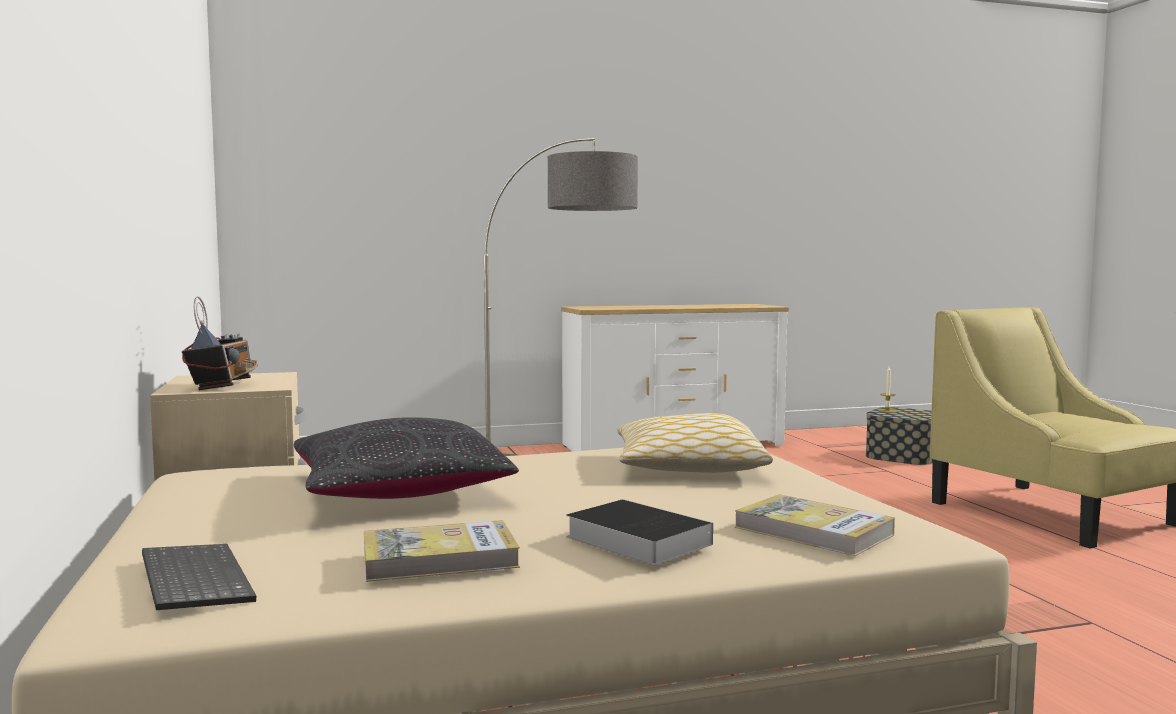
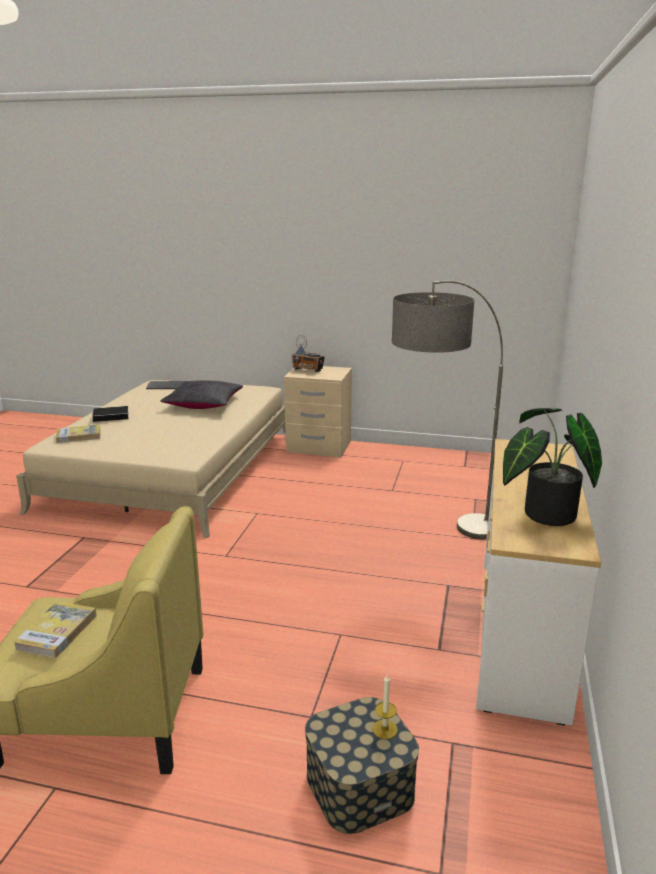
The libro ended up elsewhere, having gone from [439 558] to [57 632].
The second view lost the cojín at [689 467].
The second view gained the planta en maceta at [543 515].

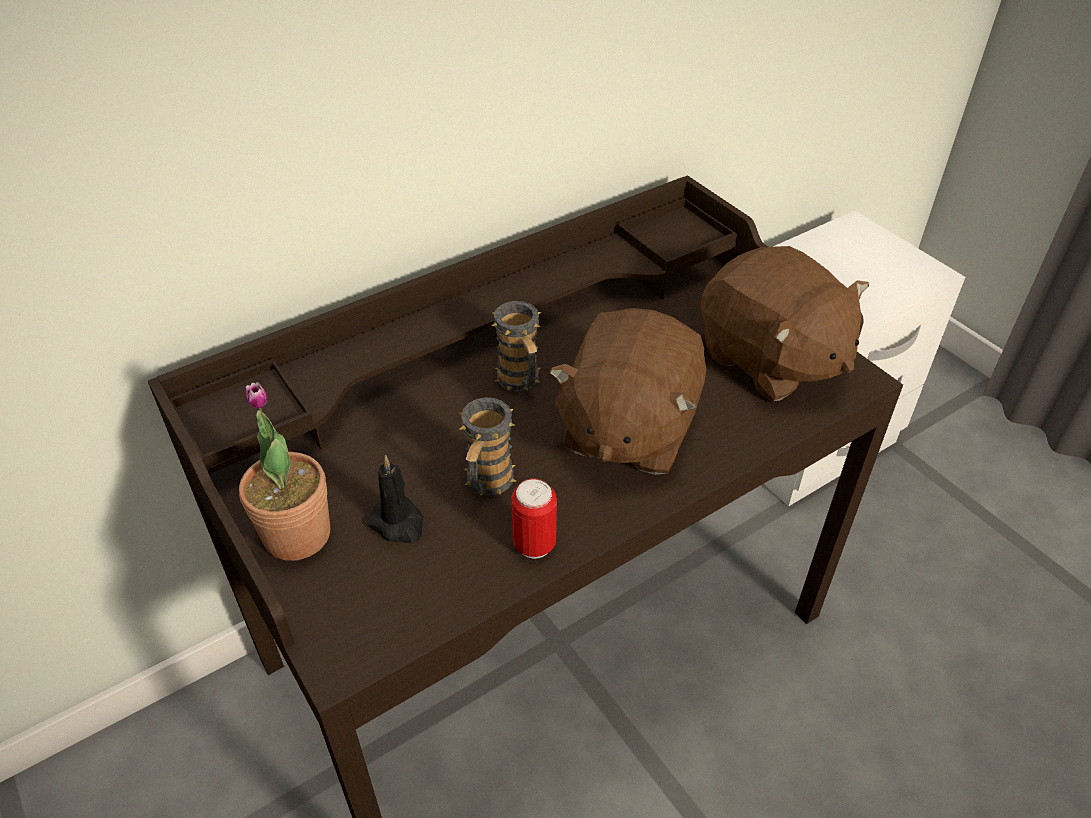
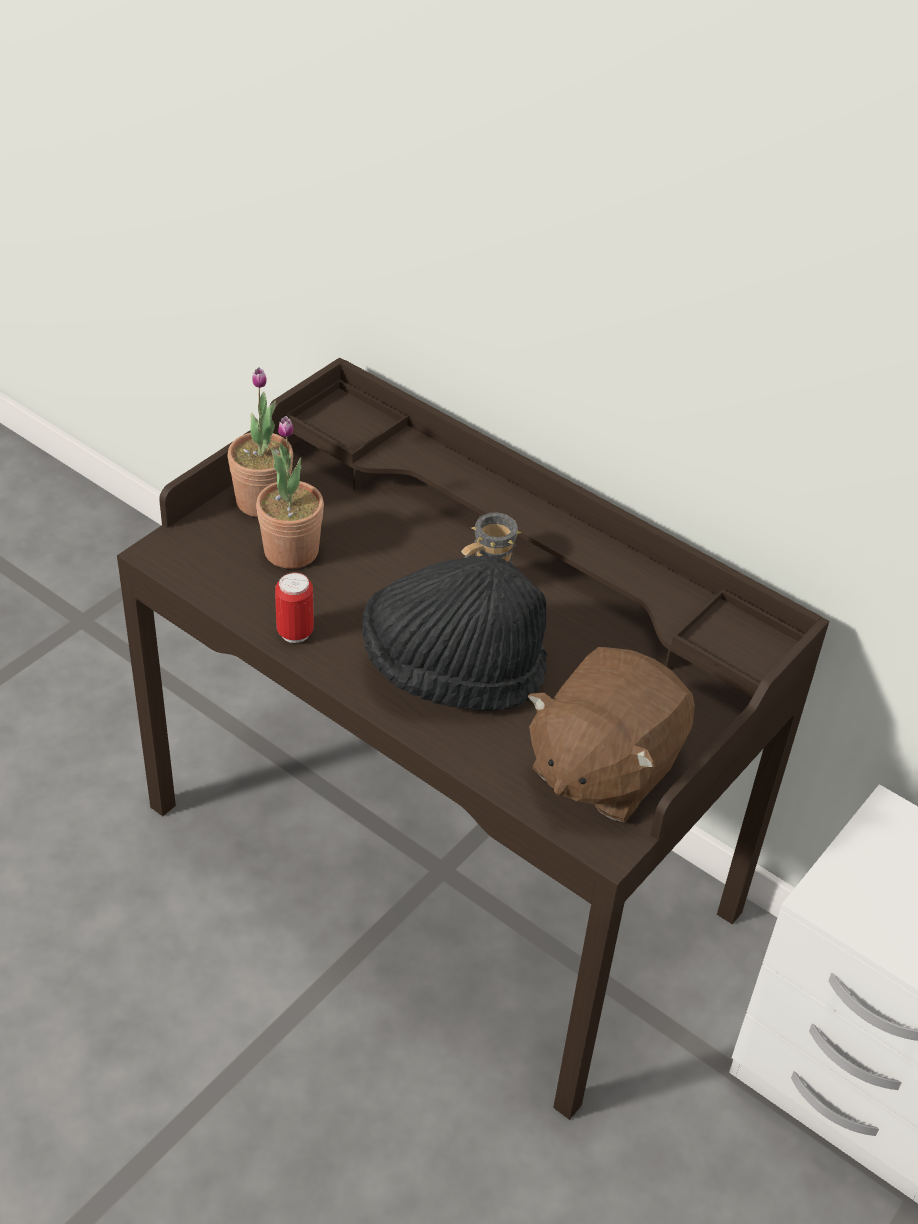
Where the vela [negro] stood at [398 523], the planta en maceta came to stand at [291 551].
The second view lost the taza grande at [487 484].
Where the peluche [marrón] stood at [627 429], the sombrero [negro] came to stand at [452 669].

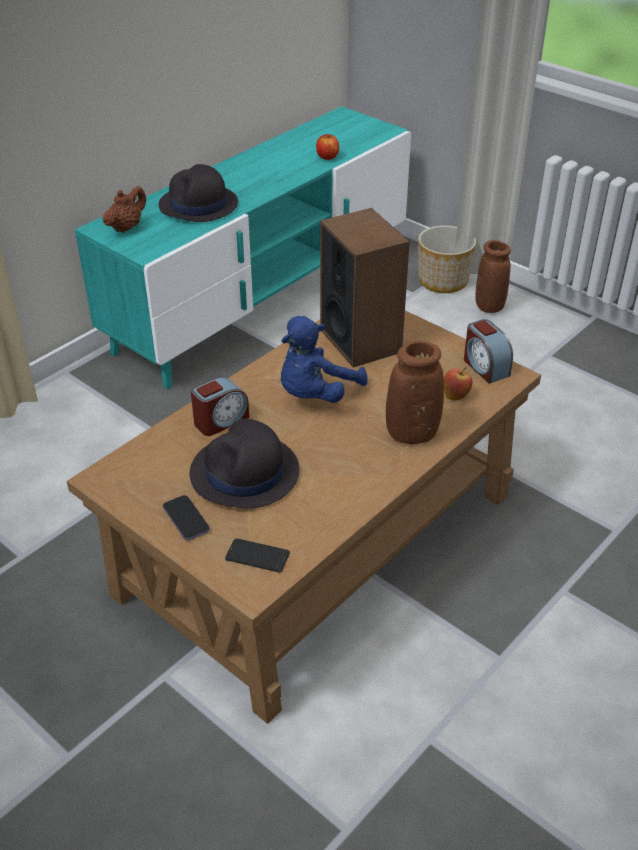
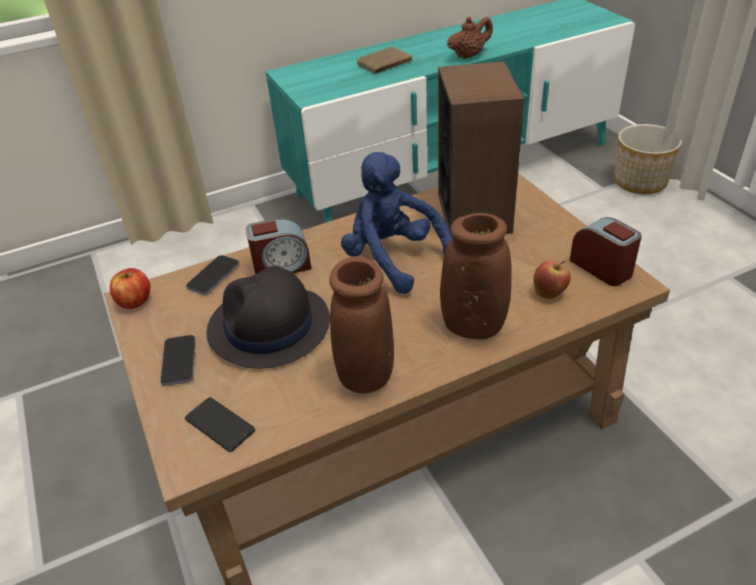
The tetera [marrón] ended up elsewhere, having gone from [126 227] to [469 55].
Where the sombrero [negro] stood at [198 205], the libro [marrón] came to stand at [385 64].
The peluche [azul] at [315 394] ended up facing another way, 75 degrees clockwise from before.
The manzana ended up elsewhere, having gone from [327 157] to [134 301].
The despertador at [485 367] ended up facing another way, 150 degrees clockwise from before.
The florero [marrón] ended up elsewhere, having gone from [489 306] to [366 375].
The second view gained the móvil at [214 276].

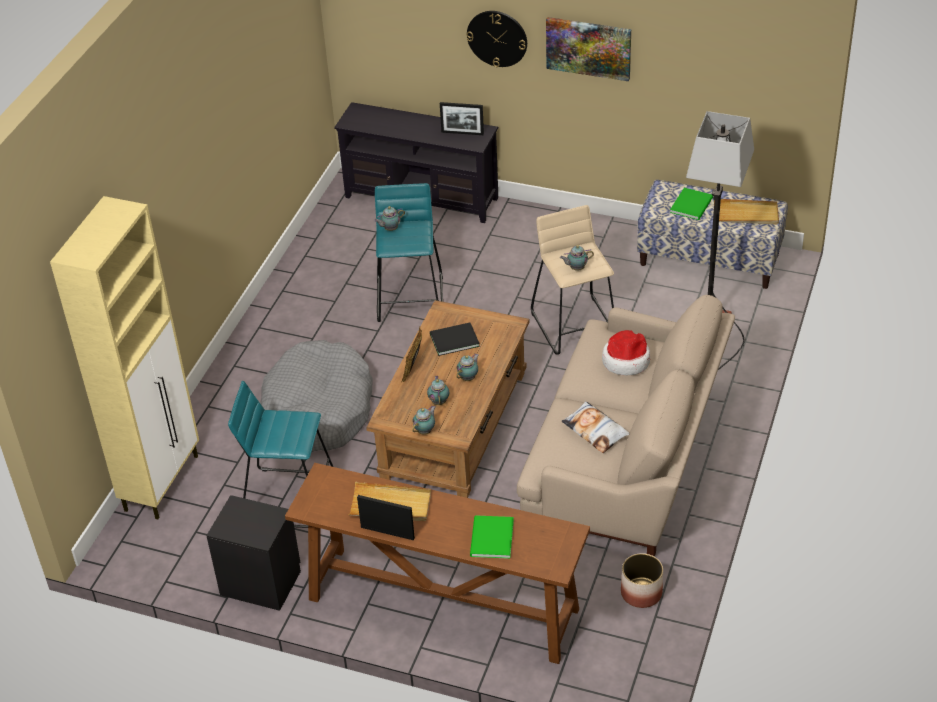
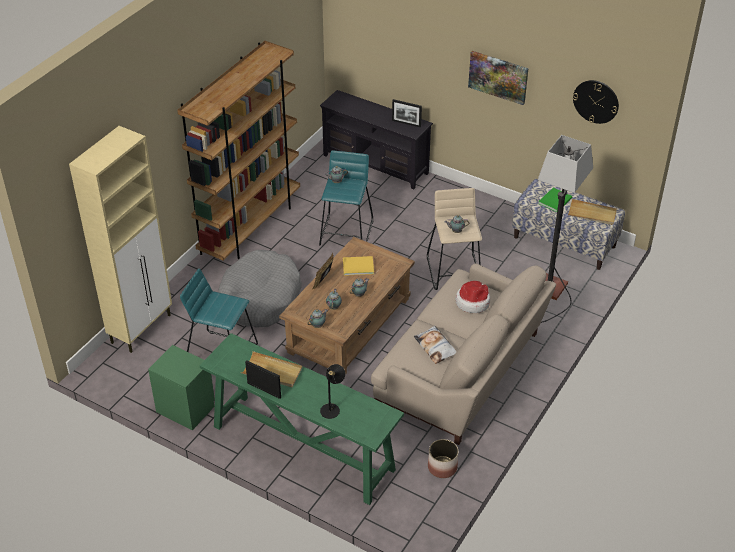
What was the mesita de noche [negro] at [261 582] turned into the mesita de noche [verde] at [185 409].
What was the mesa consola [marrón] at [441 604] turned into the mesa consola [verde] at [302 447].
What was the libro [negro] at [452 339] turned into the libro [amarillo] at [357 266].
The reloj de pared ended up elsewhere, having gone from [497 38] to [596 101].
Where the libro [verde] stood at [490 539], the lámpara de mesa [negro] came to stand at [332 408].
The second view gained the estantería [marrón] at [250 226].

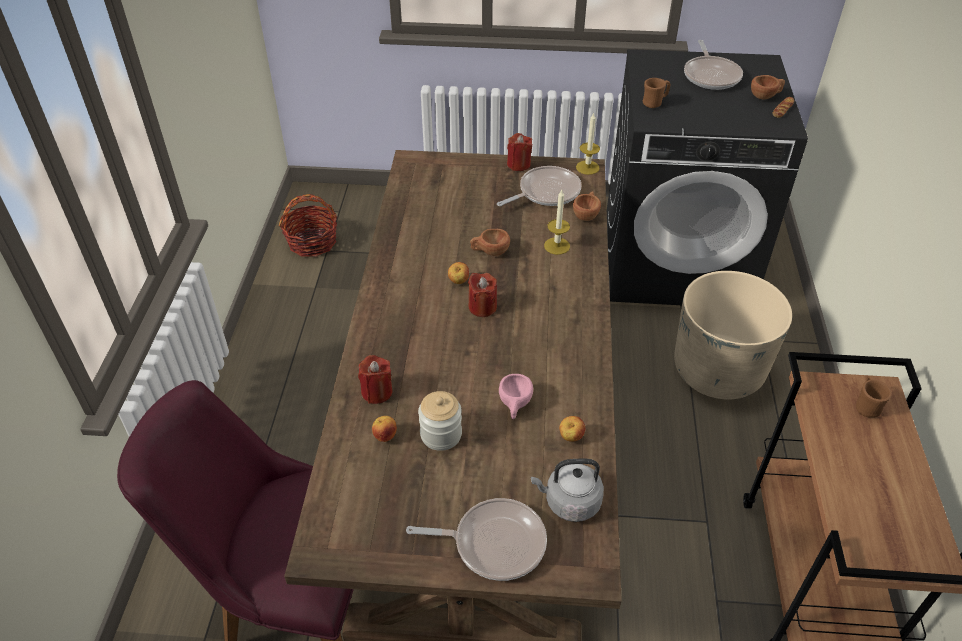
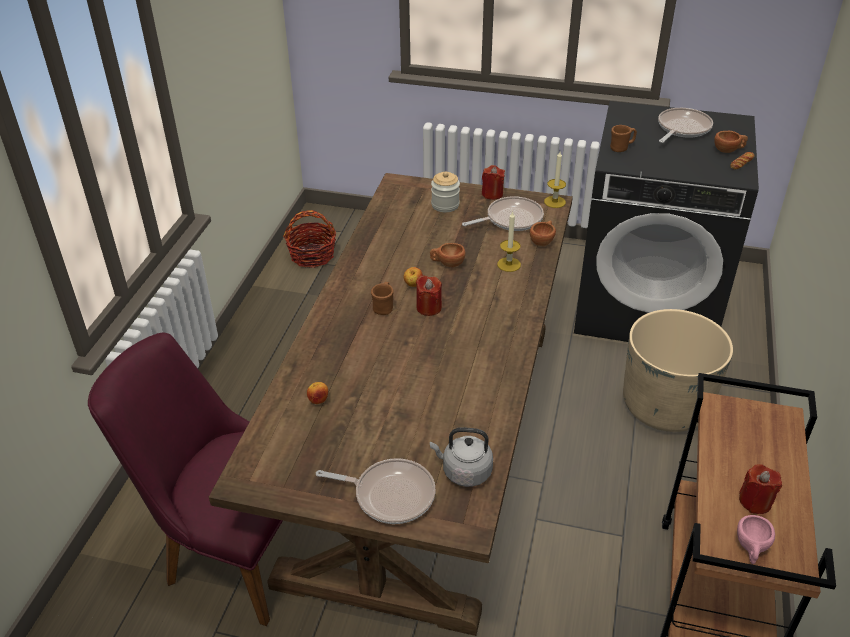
The vela [rojo] ended up elsewhere, having gone from [377 392] to [755 501].
The tarro ended up elsewhere, having gone from [441 434] to [445 205].
The taza [rosa] ended up elsewhere, having gone from [515 405] to [751 548].
The second view lost the manzana at [571 437].
The sartén at [711 75] ended up facing another way, 150 degrees counterclockwise from before.
The taza grande [marrón] ended up elsewhere, having gone from [866 406] to [384 307].

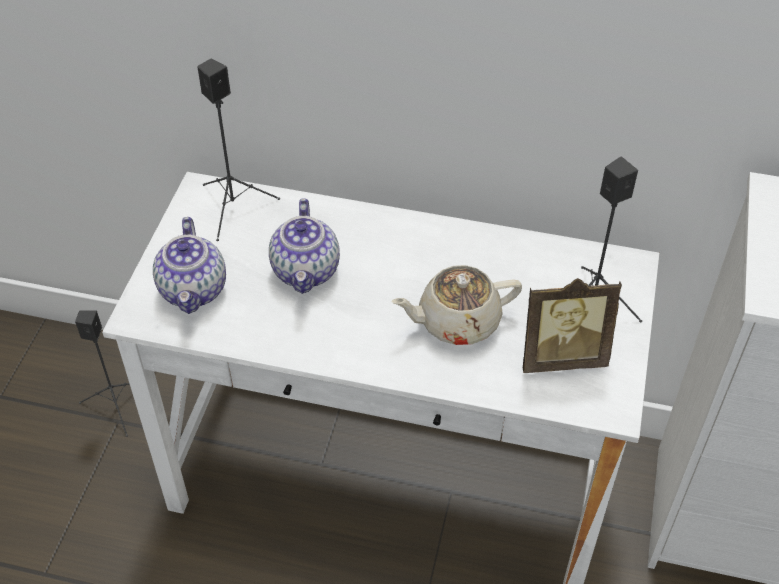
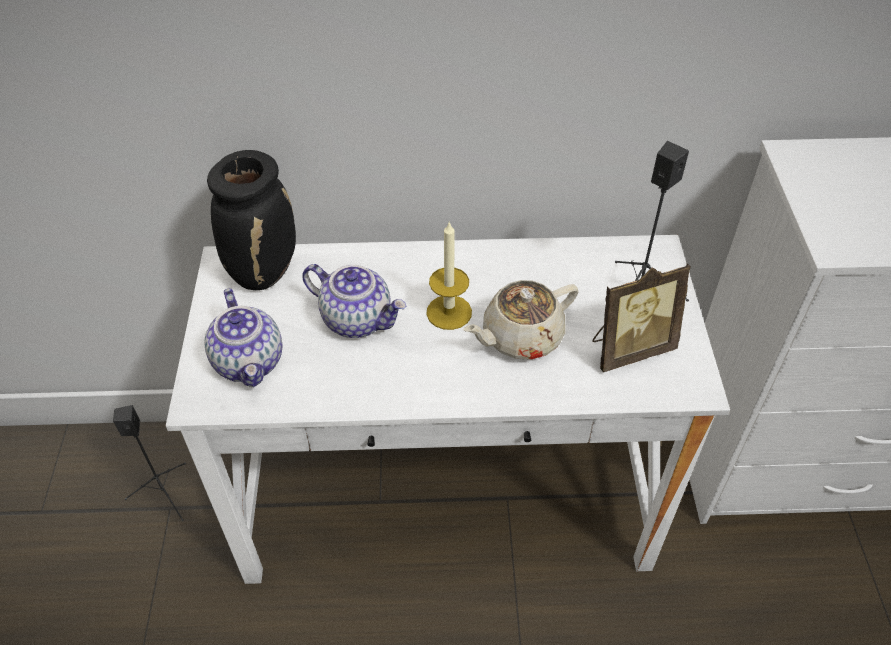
Where the altavoz [negro] stood at [234 207], the florero [negro] came to stand at [264 271].
The tetera at [306 271] ended up facing another way, 45 degrees counterclockwise from before.
The second view gained the vela at [449 312].

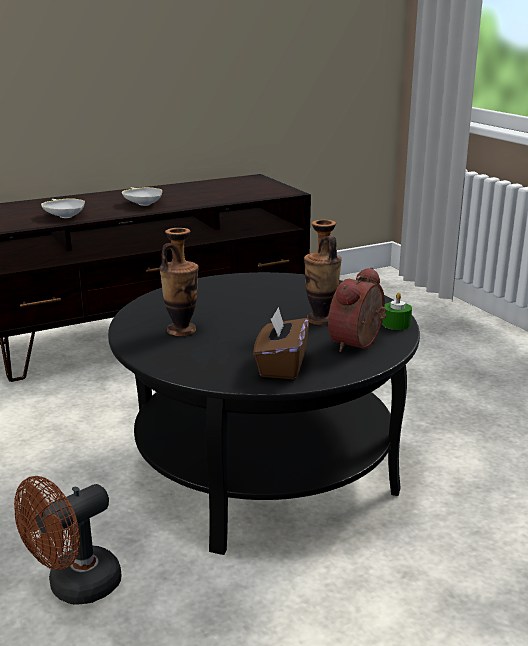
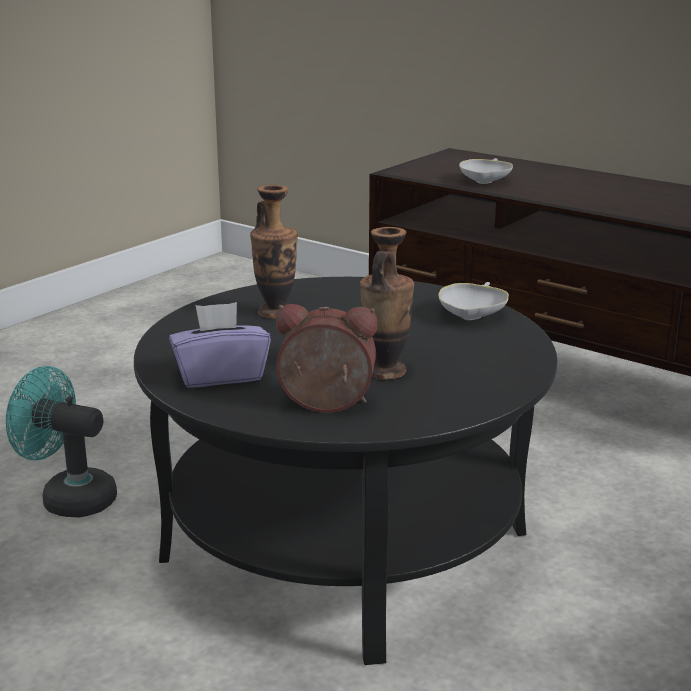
What was the ventilador [marrón] at [75 588] turned into the ventilador [turquesa] at [69 498].
The cuenco [blanco] ended up elsewhere, having gone from [143 203] to [472 315].
What was the caja de pañuelos [marrón] at [281 366] turned into the caja de pañuelos [morado] at [220 375].
The second view lost the vela [verde] at [396 324].

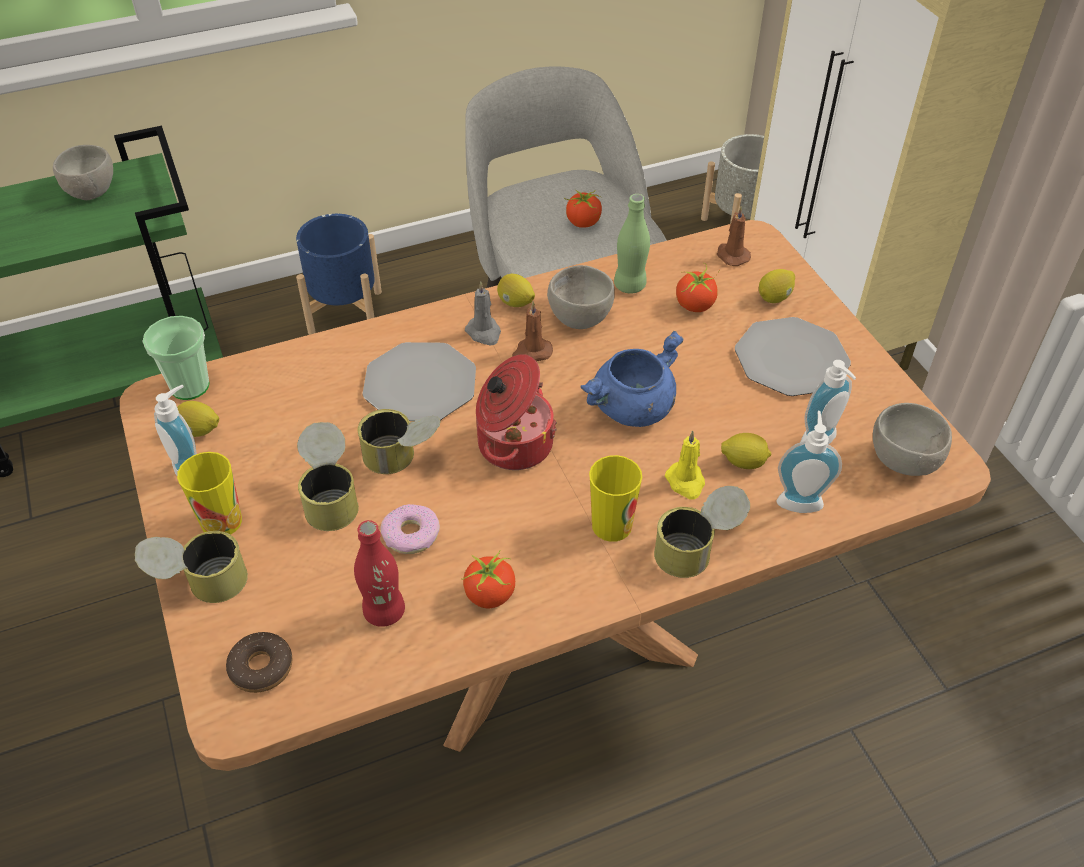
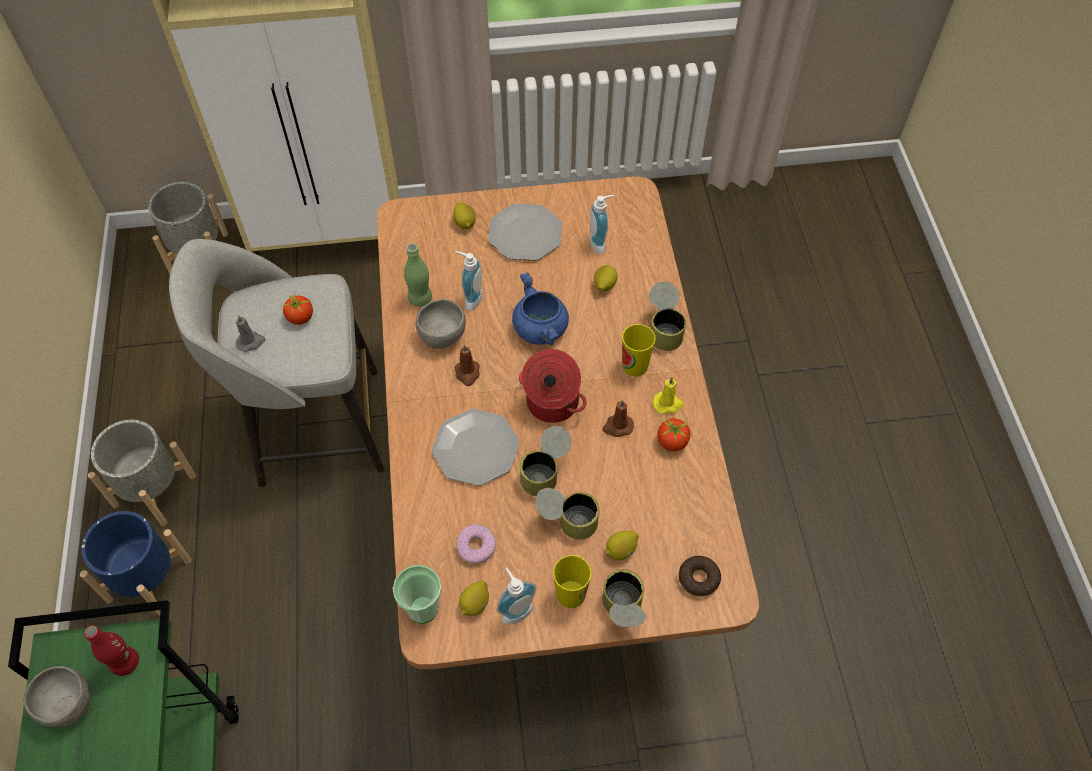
The botella [rojo] ended up elsewhere, having gone from [384 612] to [125 663].
The rosquilla ended up elsewhere, having gone from [411 535] to [476 547].
The vela [gris] ended up elsewhere, having gone from [484 333] to [251 342].
The limón ended up elsewhere, having gone from [515 303] to [621 550].
The vela [amarillo] ended up elsewhere, having gone from [686 482] to [668 404].
The second view lost the tomate at [695 305].
The vela [marrón] ended up elsewhere, having gone from [731 255] to [617 426].
The dispensador de jabón ended up elsewhere, having gone from [799 499] to [470 299].
The second view lost the cuenco [gris] at [903 462].
The second view gained the maceta [gris] at [154 491].

